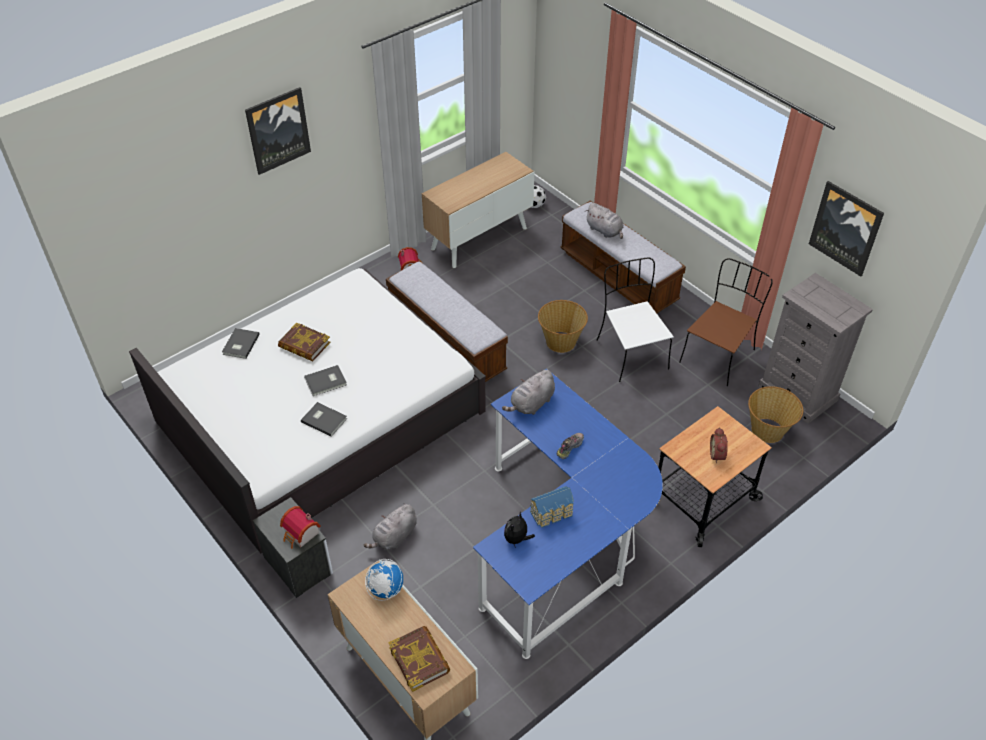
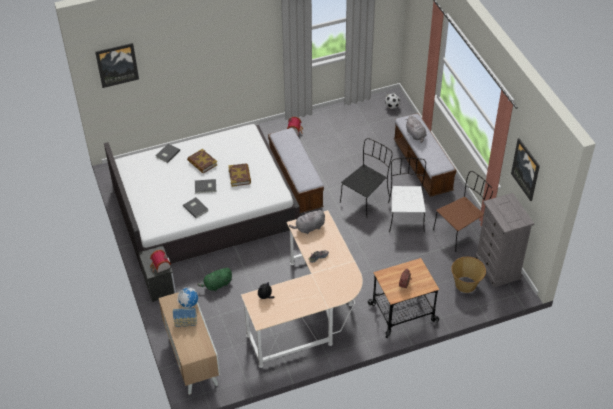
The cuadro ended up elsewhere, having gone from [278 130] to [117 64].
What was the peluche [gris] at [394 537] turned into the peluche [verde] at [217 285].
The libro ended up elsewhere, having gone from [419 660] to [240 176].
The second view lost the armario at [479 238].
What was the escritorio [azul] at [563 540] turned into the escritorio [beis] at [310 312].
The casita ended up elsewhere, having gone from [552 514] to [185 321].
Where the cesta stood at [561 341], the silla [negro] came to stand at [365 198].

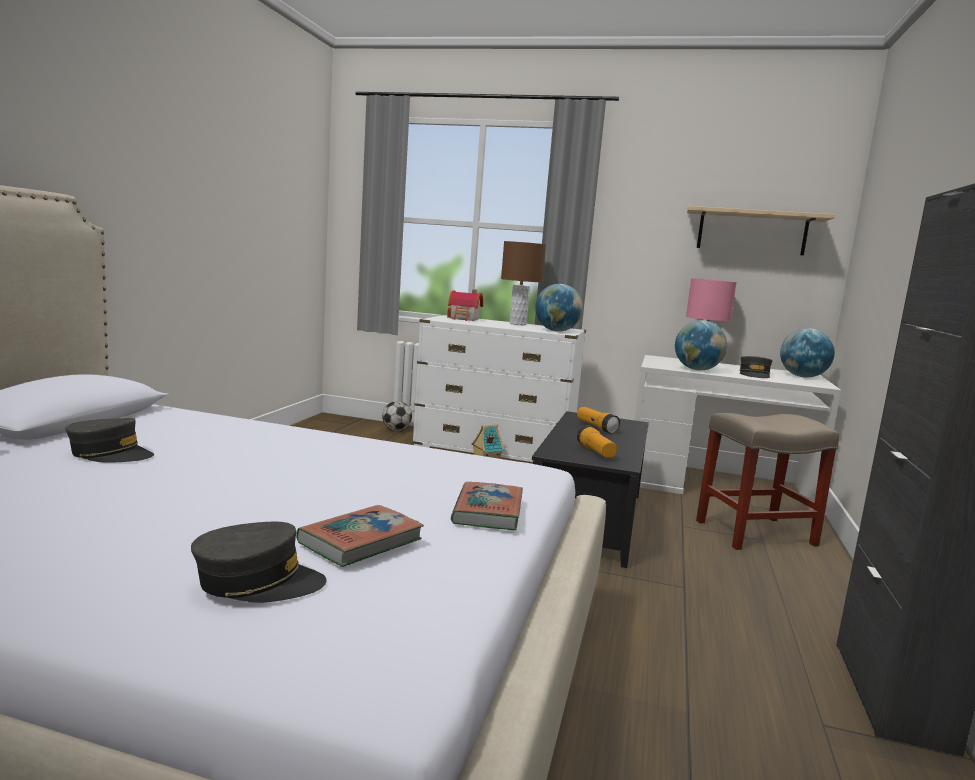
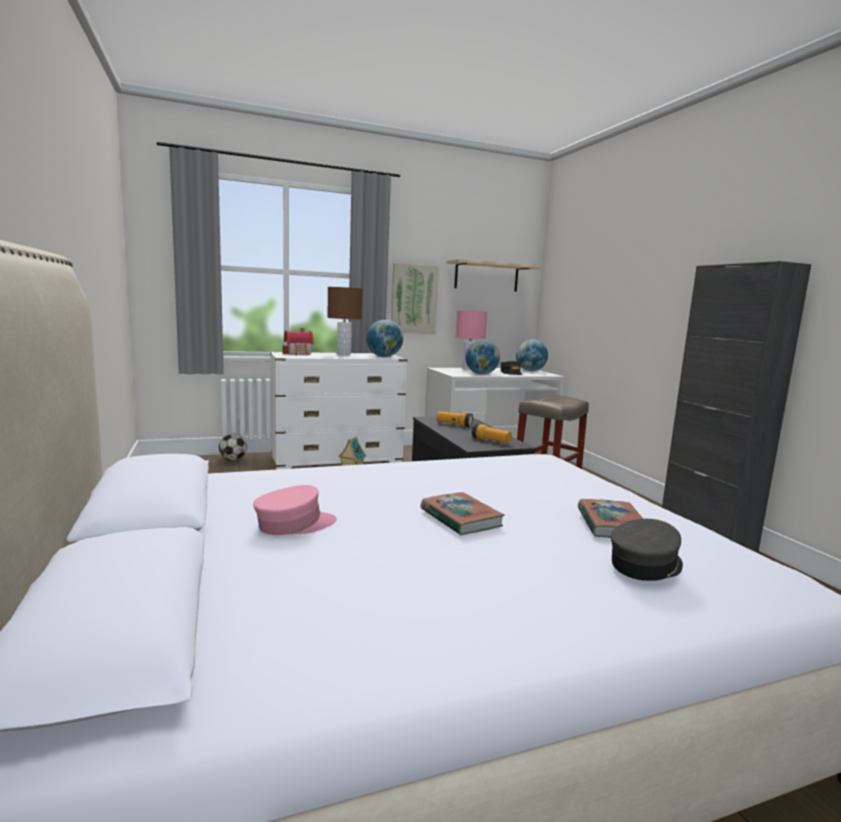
What was the gorra [gris] at [110 454] turned into the gorra [rosa] at [294 524].
The libro ended up elsewhere, having gone from [488 512] to [460 518].
The second view gained the cuadro at [414 299].

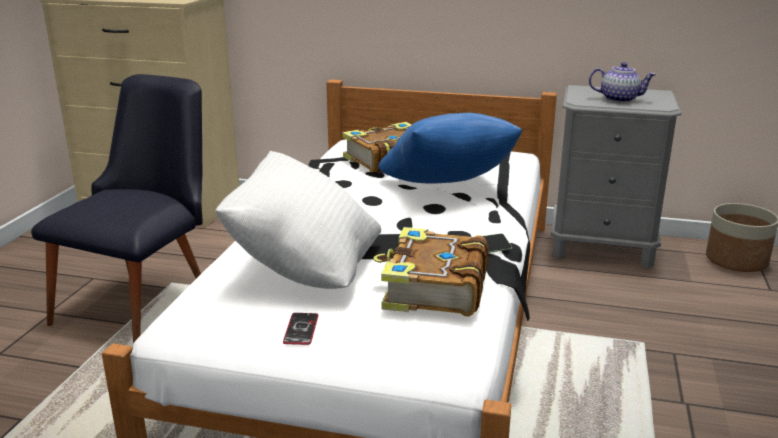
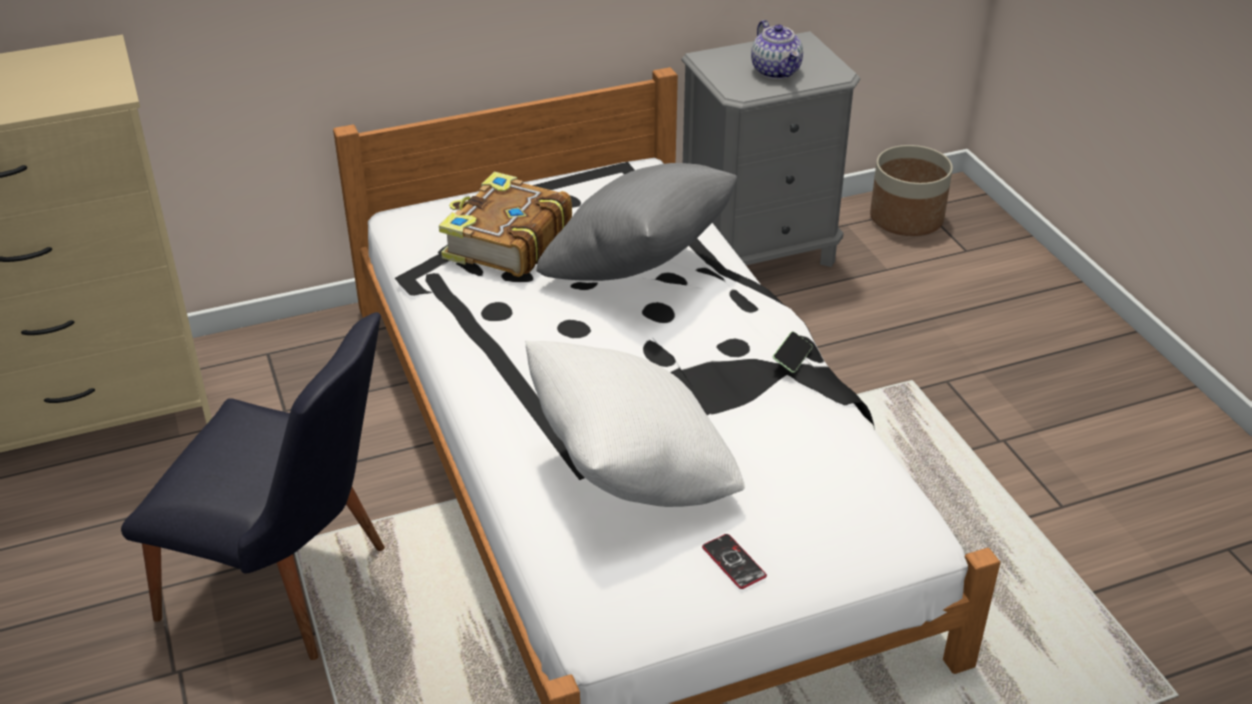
The silla [negro] at [145 302] ended up facing another way, 120 degrees clockwise from before.
The second view lost the libro at [433 289].
What was the cojín [azul] at [447 188] turned into the cojín [gris] at [639 270].
The tetera at [619 99] ended up facing another way, 90 degrees clockwise from before.

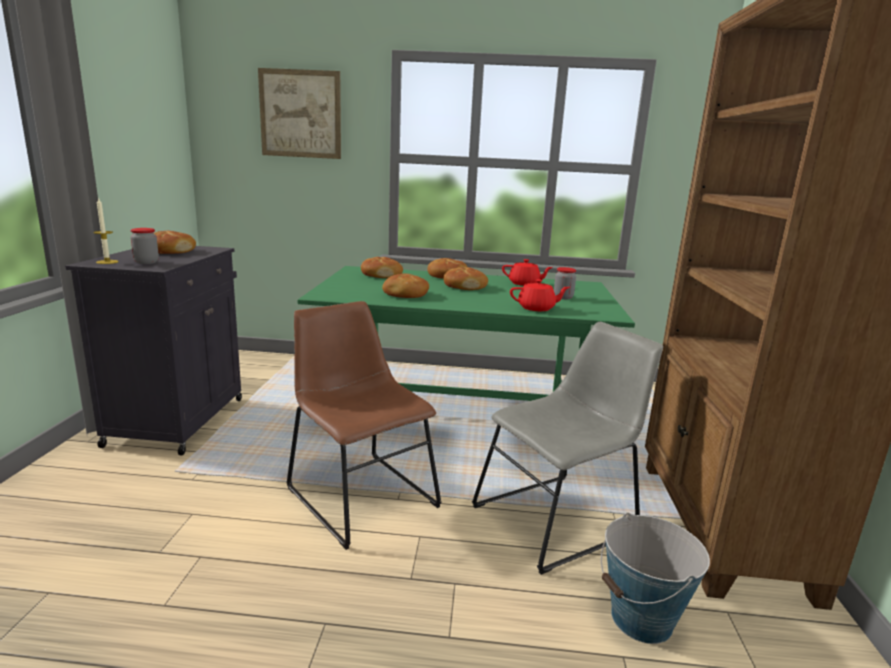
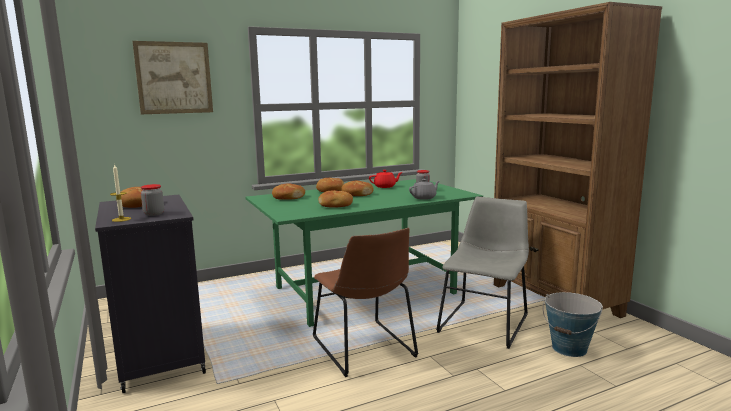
The silla [marrón] at [359 493] ended up facing another way, 135 degrees counterclockwise from before.
What was the tetera [rojo] at [537 308] turned into the tetera [gris] at [424 198].

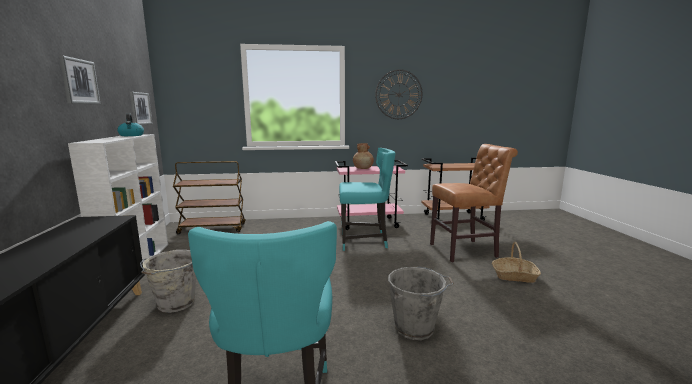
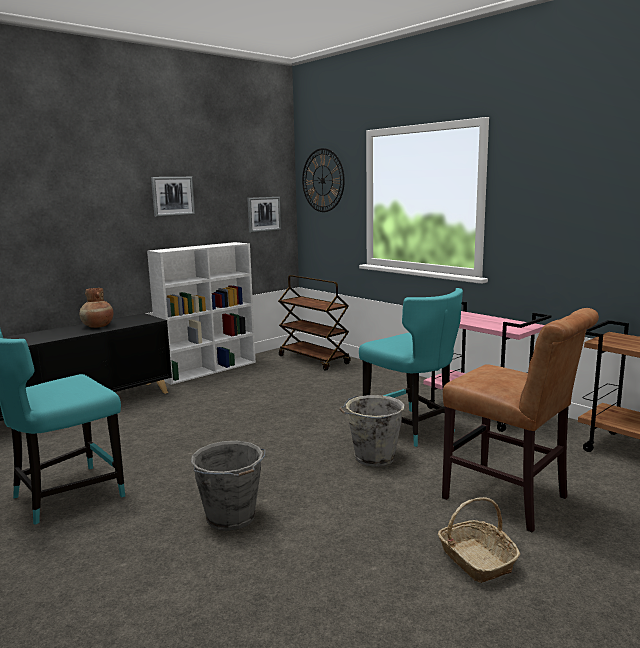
The second view lost the hervidor at [131 135].
The cubo [gris] ended up elsewhere, having gone from [175 304] to [373 457].
The florero [marrón] ended up elsewhere, having gone from [363 168] to [97 326].
The reloj de pared ended up elsewhere, having gone from [398 94] to [322 180].

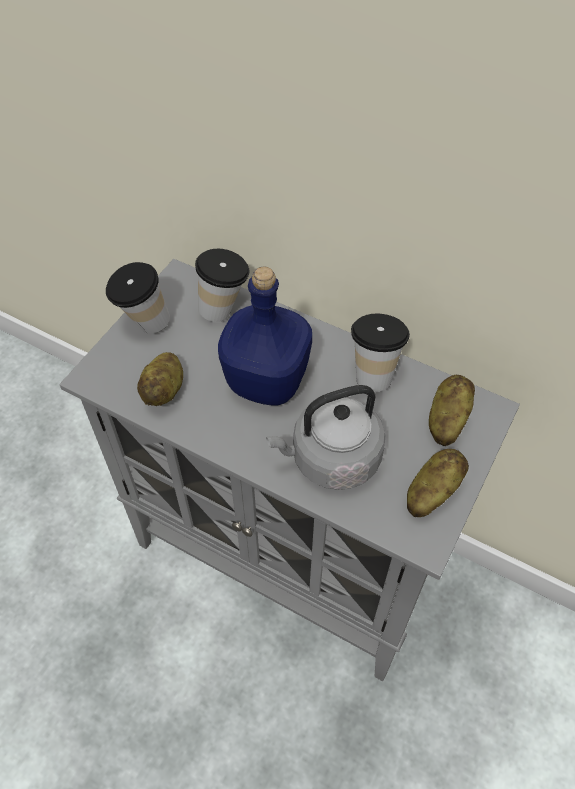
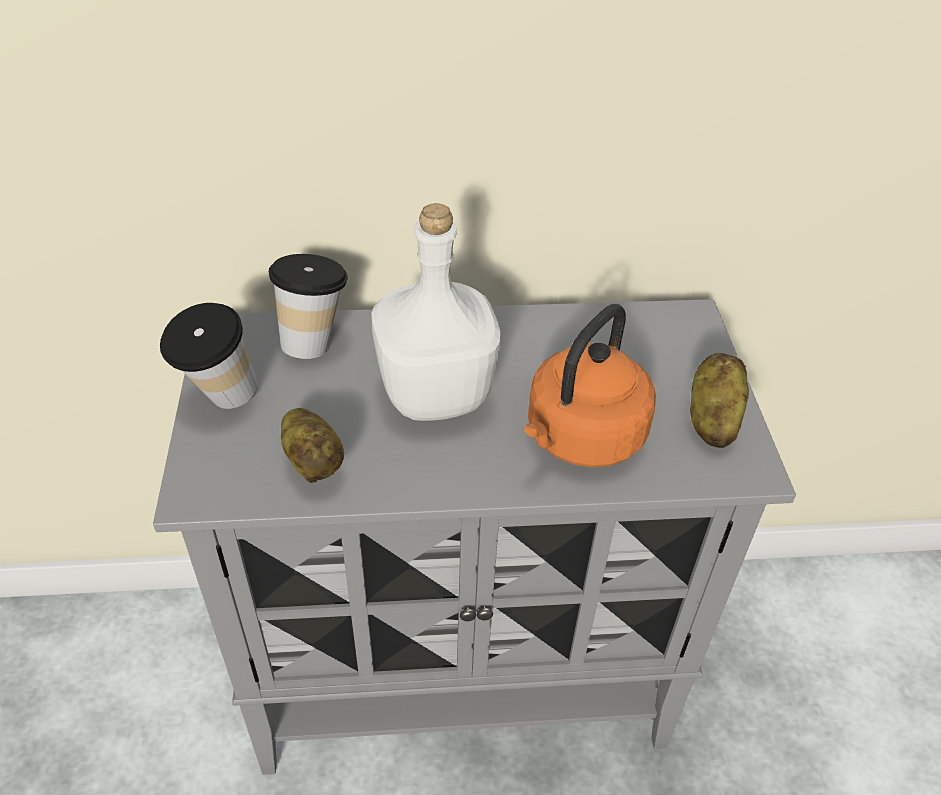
What was the botella [azul] at [266 383] turned into the botella [blanco] at [436 396].
What was the hervidor [gris] at [331 459] turned into the hervidor [naranja] at [581 439].
The second view lost the taza at [373 373].
The second view lost the patata at [446 420].

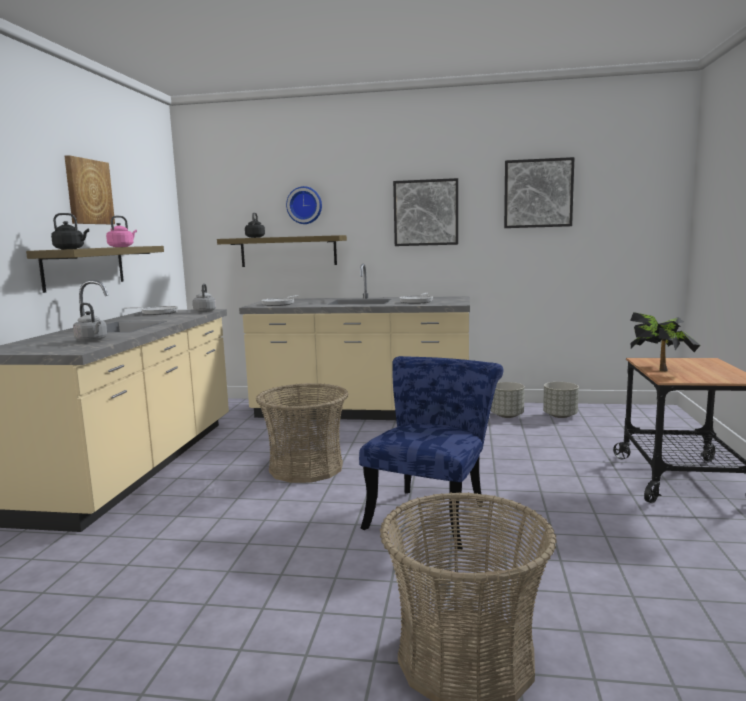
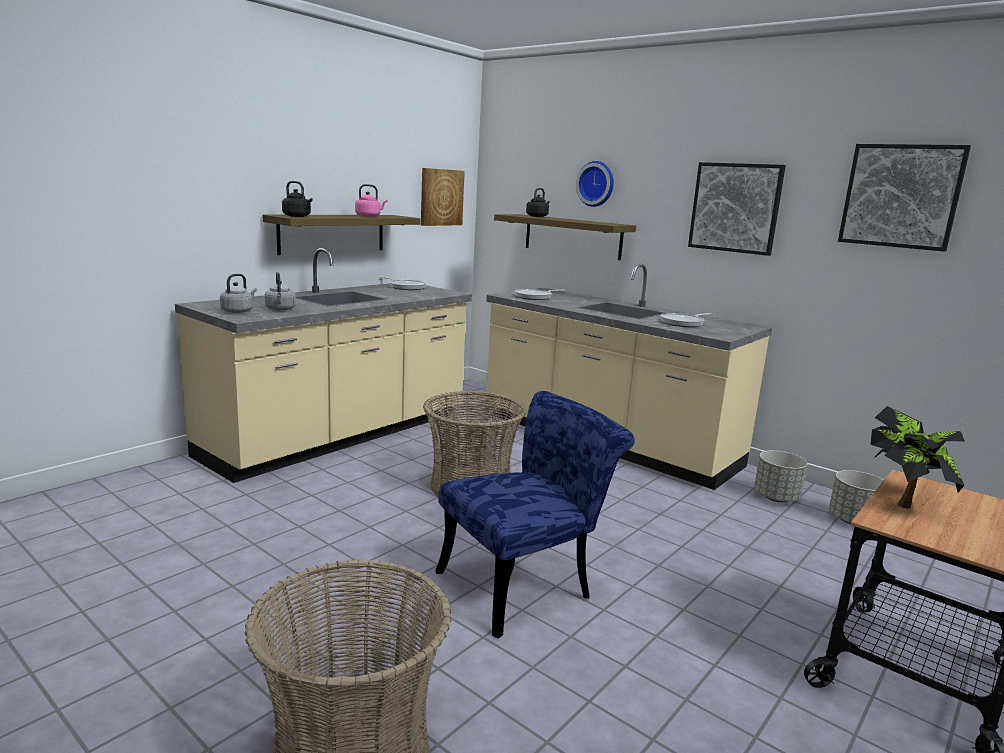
The cuadro ended up elsewhere, having gone from [88 192] to [441 197].
The hervidor [gris] ended up elsewhere, having gone from [205 311] to [238 311].

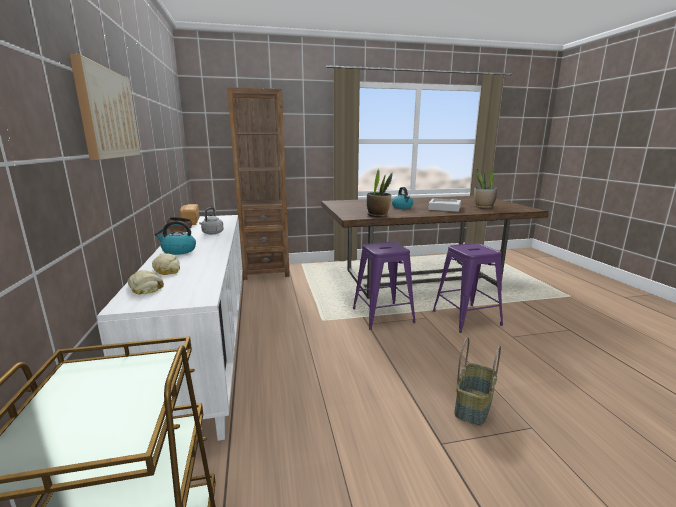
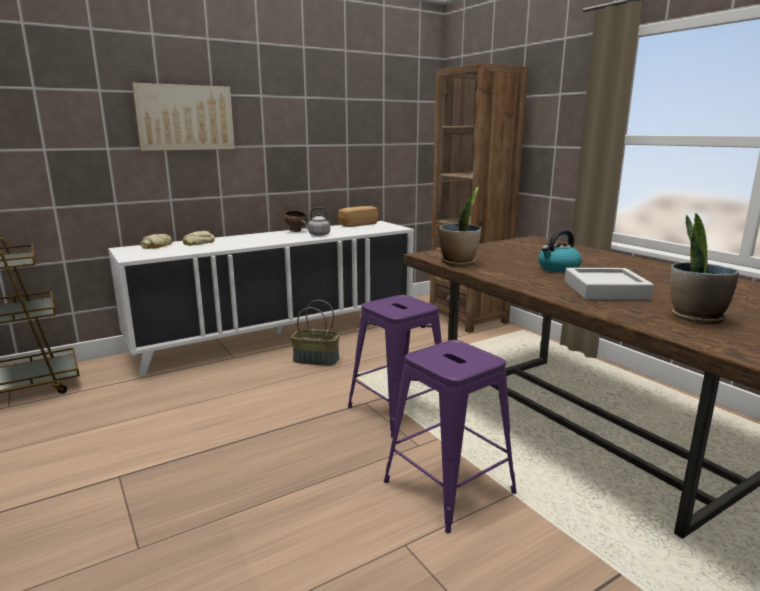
The second view lost the hervidor at [178 251].
The cesta ended up elsewhere, having gone from [474 407] to [315 360].

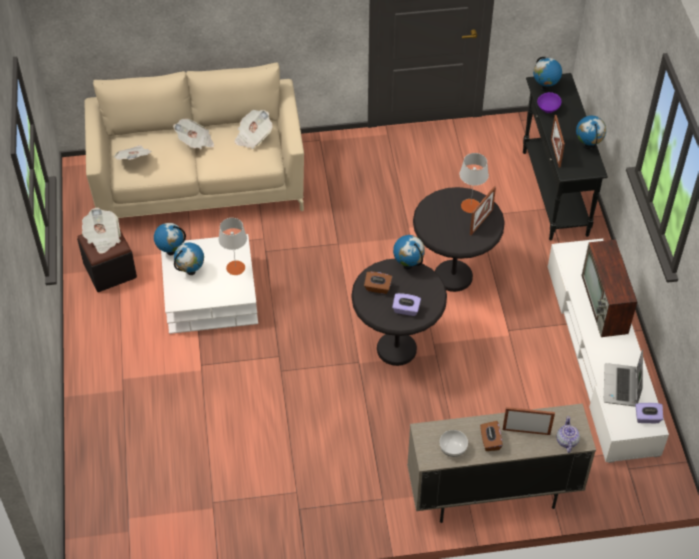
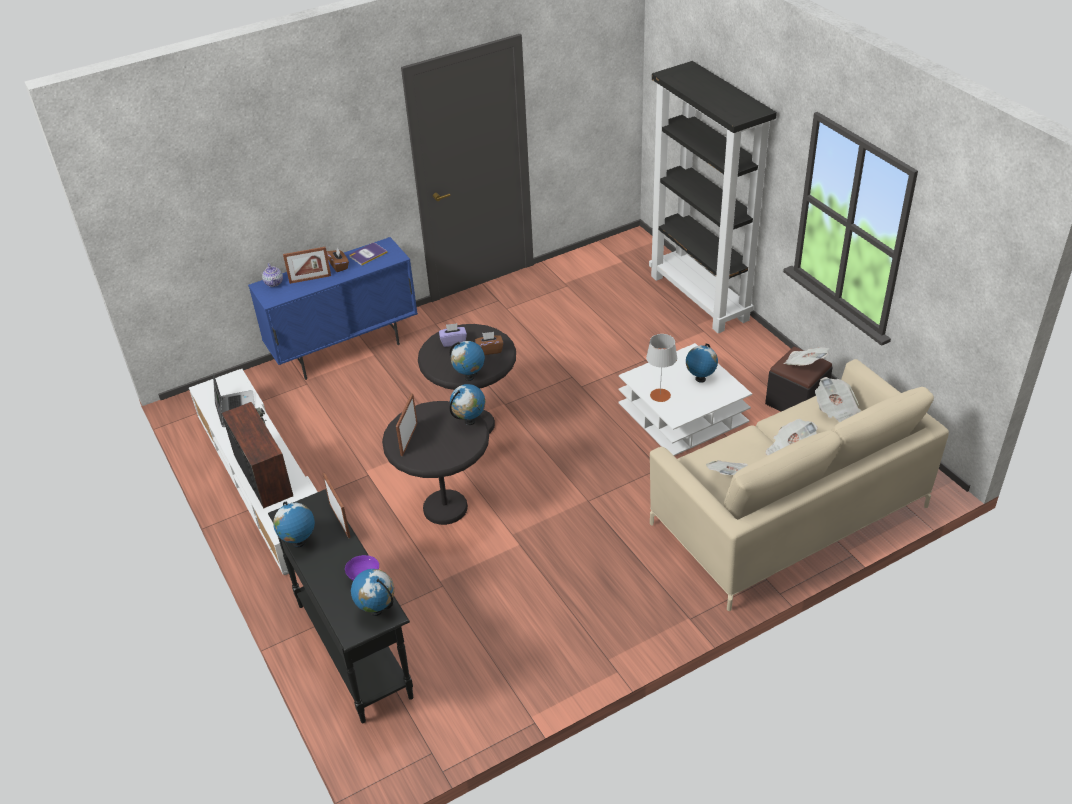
The globo terráqueo ended up elsewhere, having gone from [171 251] to [469 421].
What was the armario [beis] at [492 495] turned into the armario [azul] at [345 351].
Where the cuenco stood at [453 449], the libro came to stand at [368 254].
The second view lost the lámpara de mesa [gris] at [470 206].
The second view lost the caja de pañuelos [morado] at [647 418].
The second view gained the estantería [negro] at [700 298].

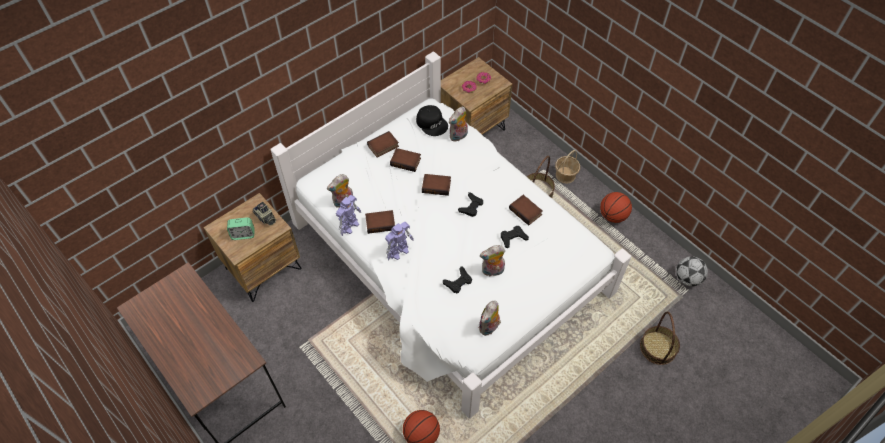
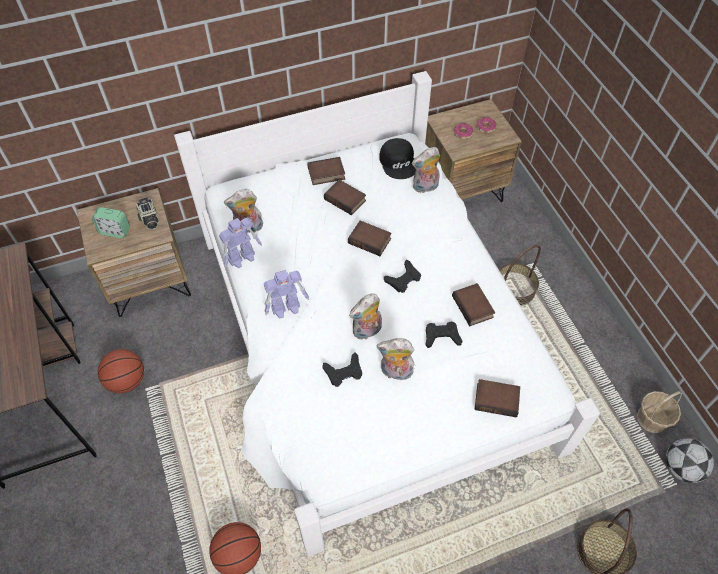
The libro ended up elsewhere, having gone from [381 223] to [497 399].
The peluche ended up elsewhere, having gone from [489 328] to [367 331].
The cesta ended up elsewhere, having gone from [565 175] to [652 418].
The balón de baloncesto ended up elsewhere, having gone from [613 216] to [127 381].

